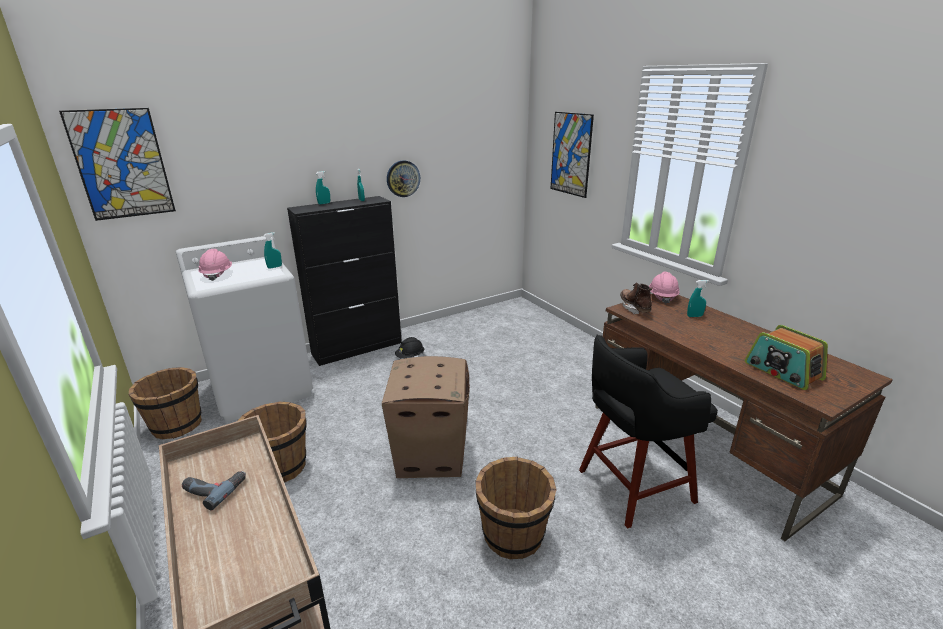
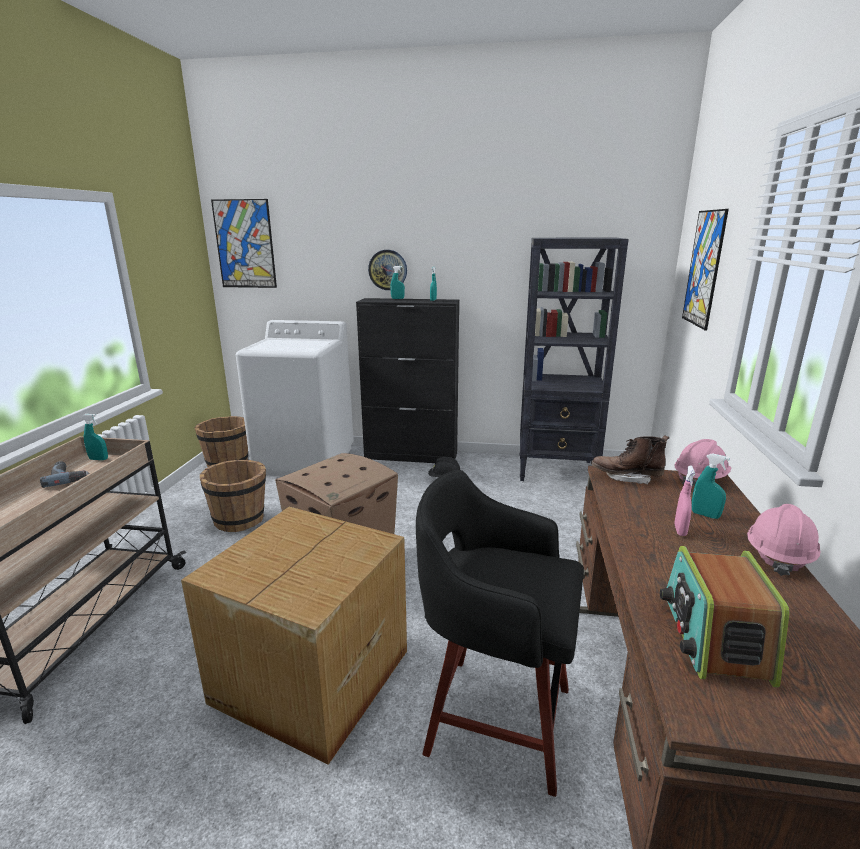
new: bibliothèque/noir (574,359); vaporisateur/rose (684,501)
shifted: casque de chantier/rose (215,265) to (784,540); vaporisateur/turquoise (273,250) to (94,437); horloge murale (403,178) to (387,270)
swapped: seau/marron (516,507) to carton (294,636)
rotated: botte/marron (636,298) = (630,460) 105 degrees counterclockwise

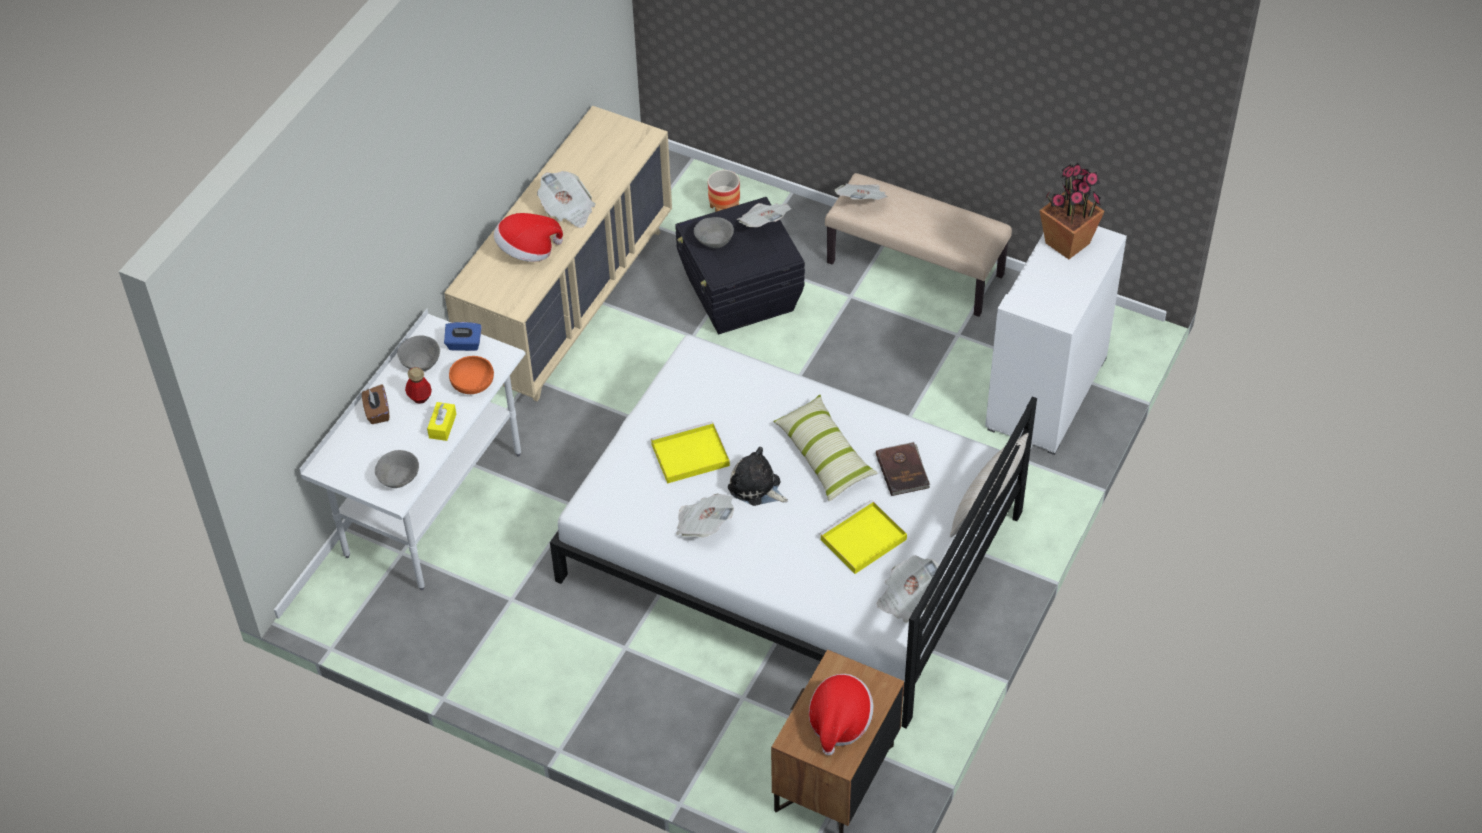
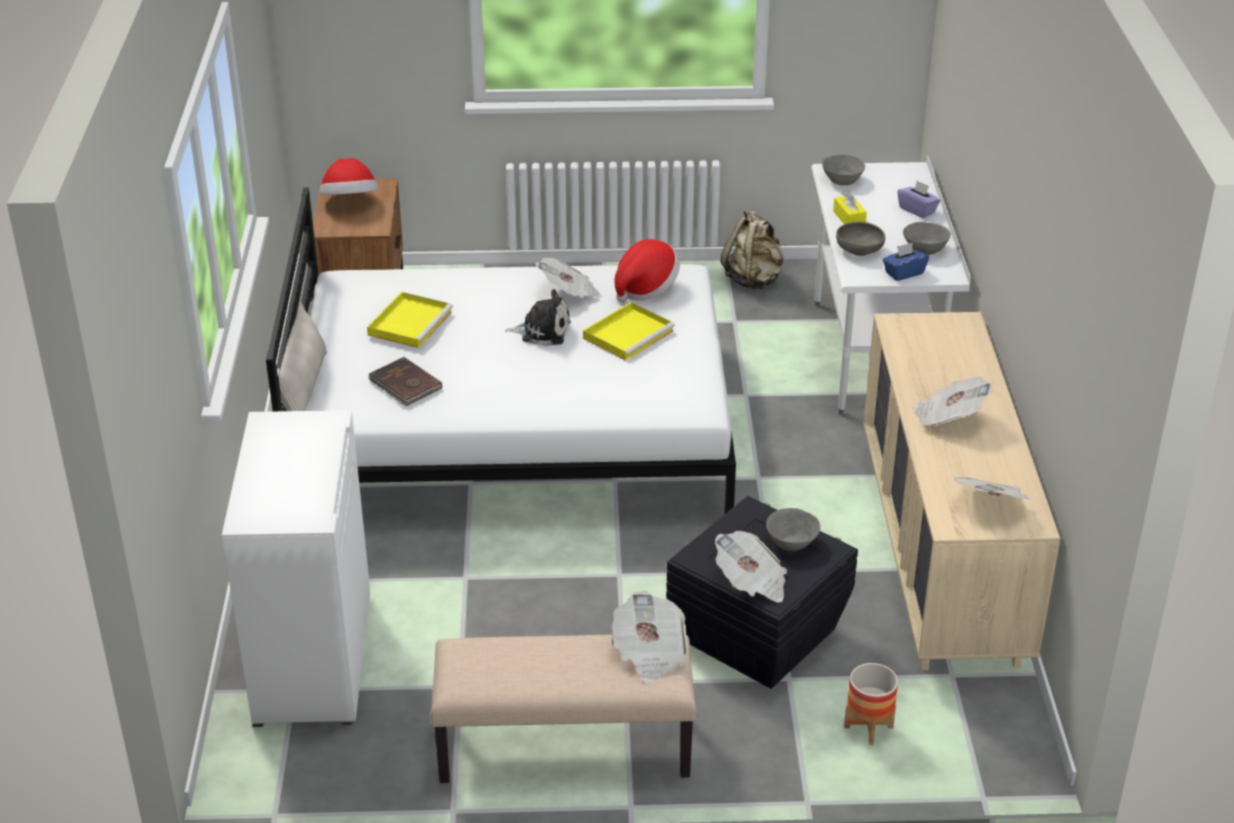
gone: bouteille (418,385); coussin (825,448); plante en pot (1072,211)
new: sac à dos/beige (752,249)
shifted: chapeau (528,237) to (647,270); journal (909,589) to (991,488)
repainted: boîte à mouchoirs/marron (376,404) to boîte à mouchoirs/violet (918,199); bol/orange (471,375) to bol/gris (860,239)

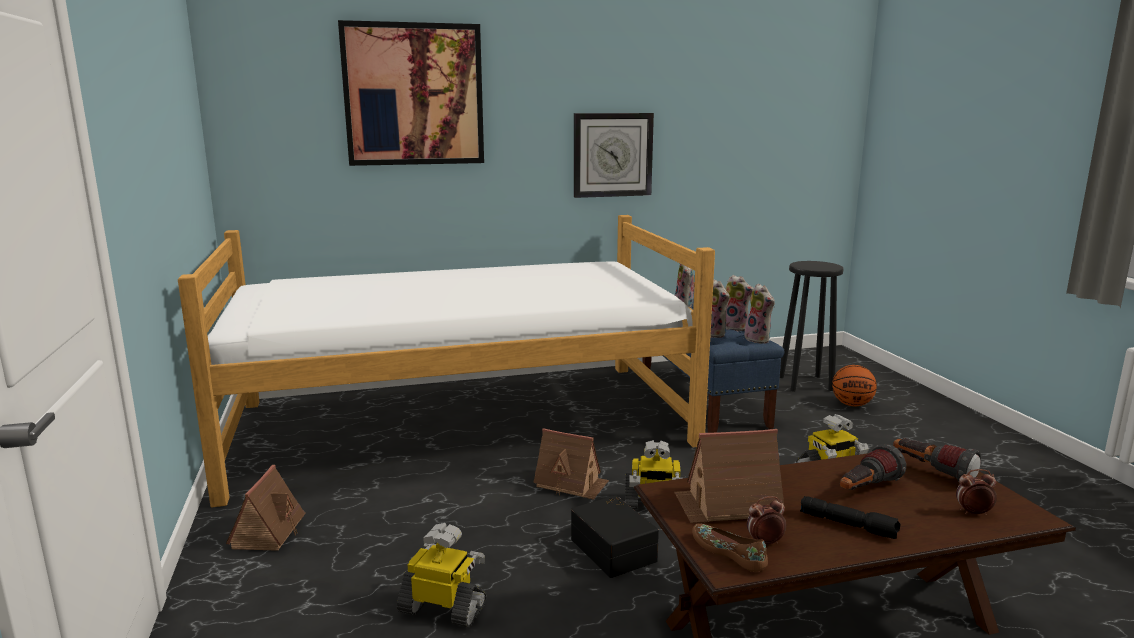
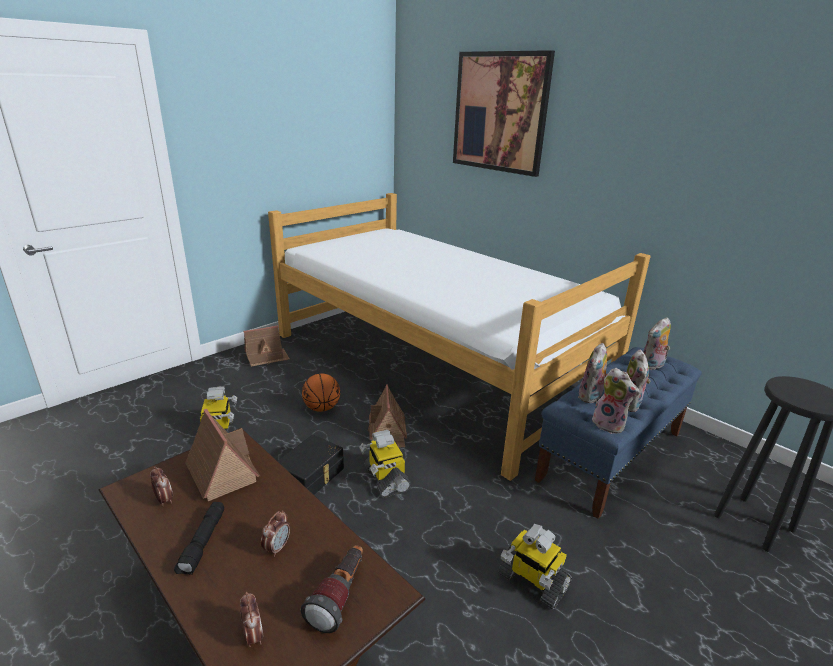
gone: horloge murale (614,155); chaussure/marron (730,548)
shifted: ballon de basket (854,385) to (321,392)
swapped: lampe de poche (873,467) to réveil (275,533)
rotated: peluche (759,314) = (616,401) 75 degrees counterclockwise

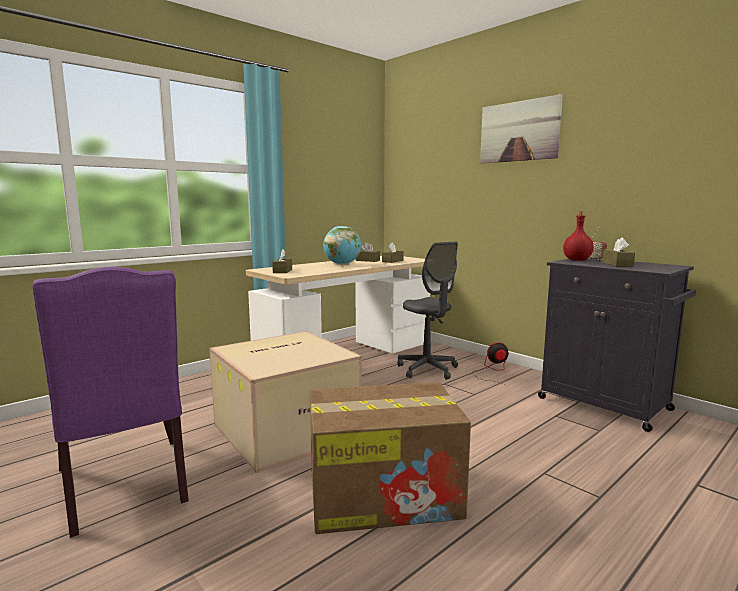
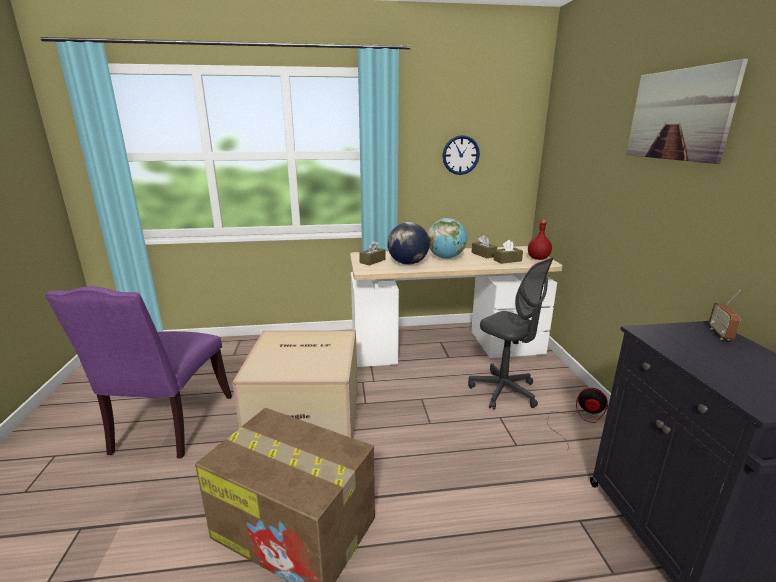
gone: boîte à mouchoirs/marron (619,252)
new: globe (408,243); horloge murale (461,155)
shifted: bouteille/rouge (578,236) to (540,239)
rotated: chaise de bureau/gris (427,311) = (511,333) 45 degrees counterclockwise

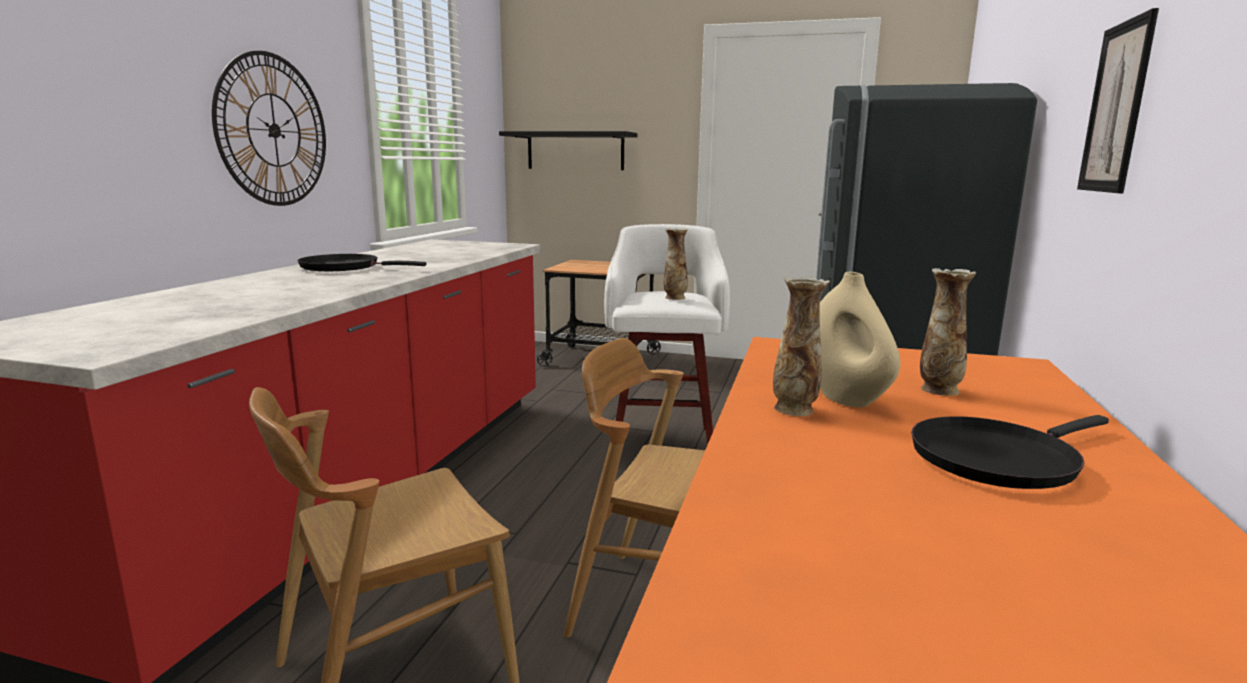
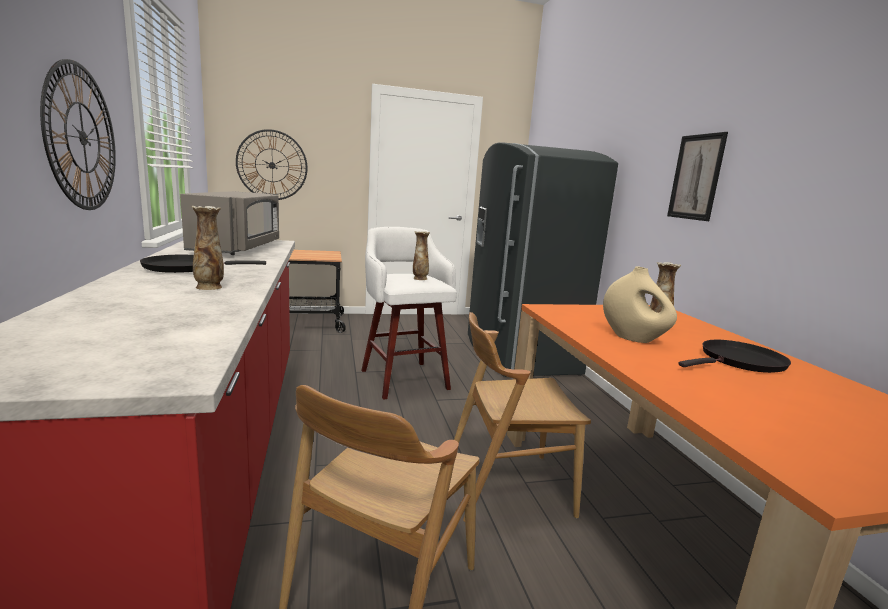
new: micro-ondes/gris (229,223)
shifted: vase (801,346) to (208,248)
swapped: étagère/noir (568,150) to horloge murale (272,164)
rotated: poêle/noir (1010,452) = (734,356) 150 degrees counterclockwise

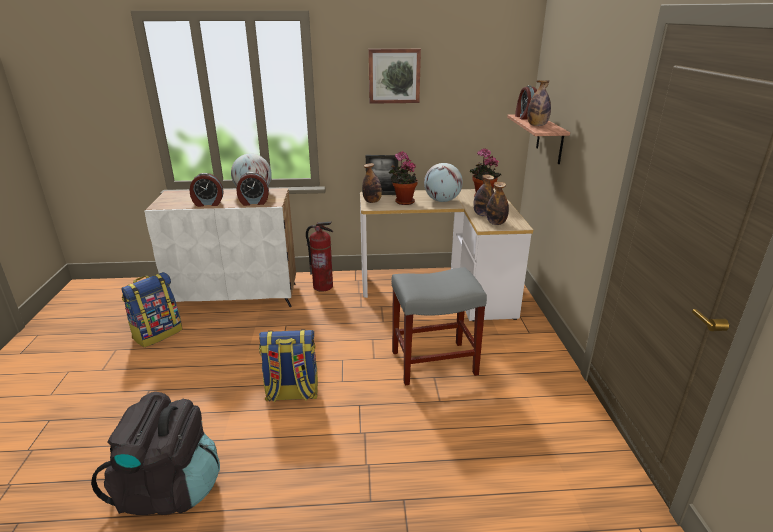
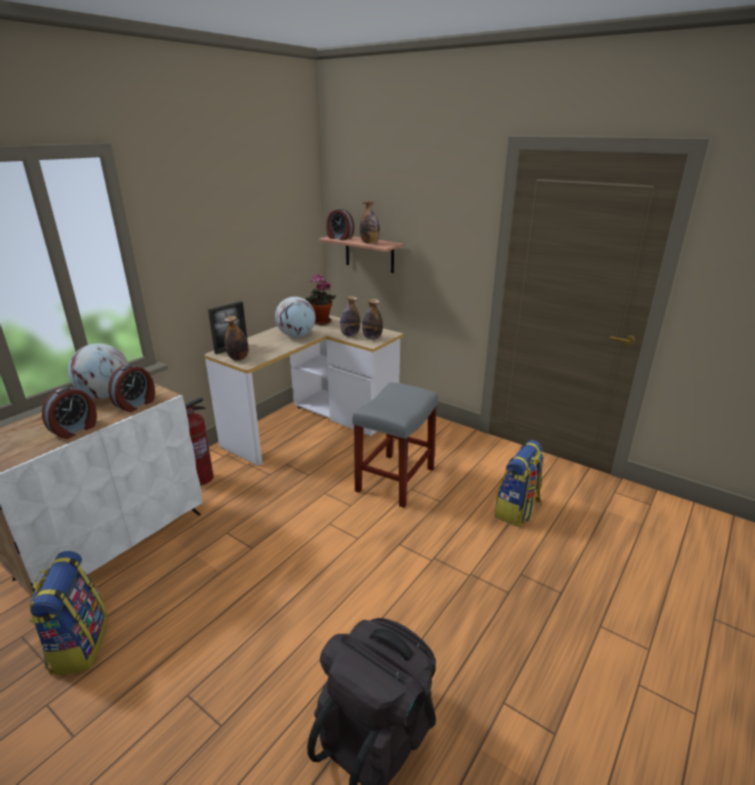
gone: tableau (394,76); plante en pot (403,178)
shifted: sac à dos (288,366) to (519,483)

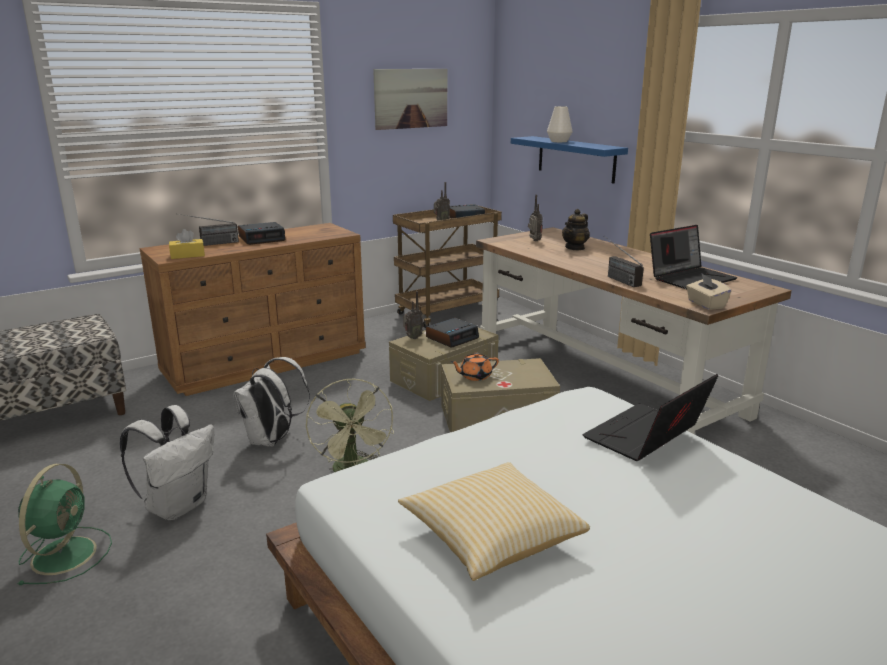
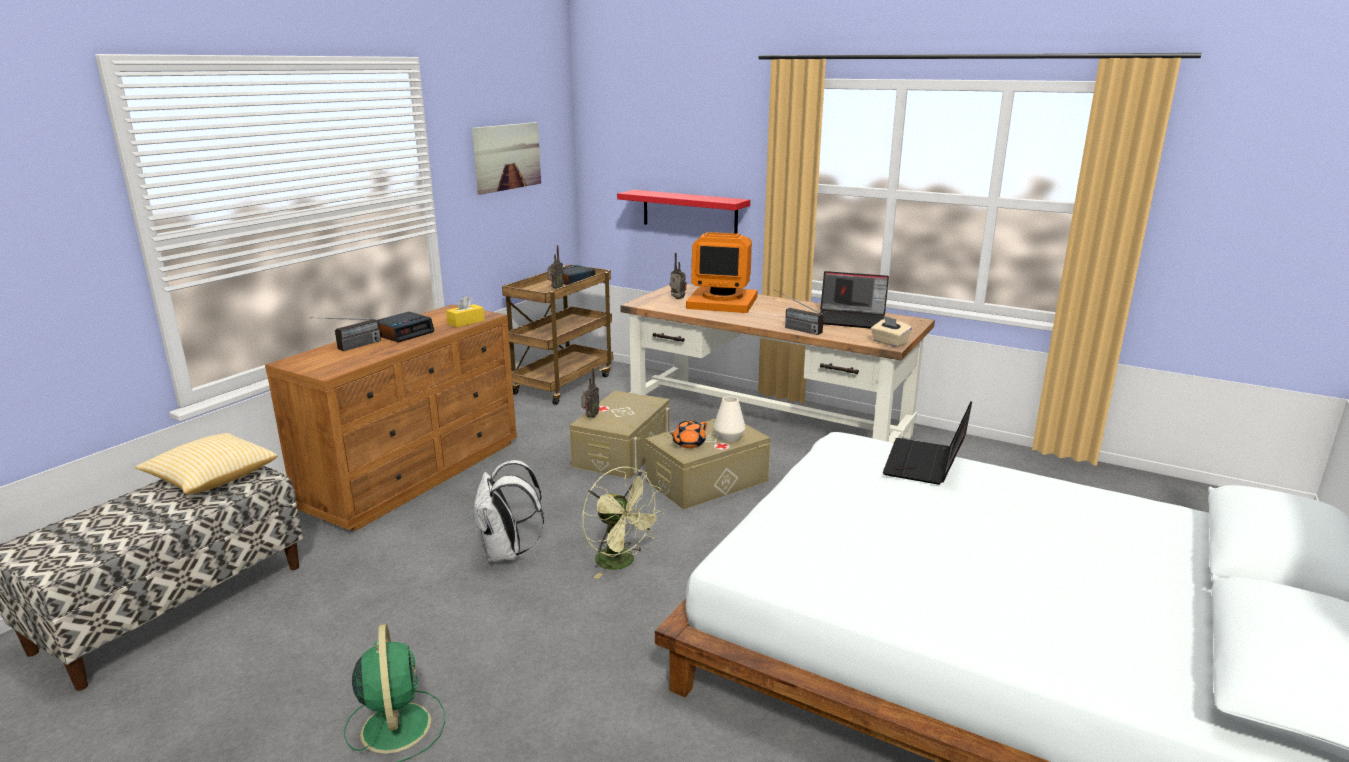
gone: sac à dos/blanc (167,462); réveil (452,333)
shifted: boîte à mouchoirs/jaune (187,244) to (465,311); coussin (494,521) to (206,463); vase/blanc (560,124) to (730,419)
swapped: théière (576,230) to écran d'ordinateur (722,272)
repainted: étagère/bleu (569,159) to étagère/rouge (683,212)
rotated: ordinateur portable (693,257) = (854,300) 75 degrees clockwise

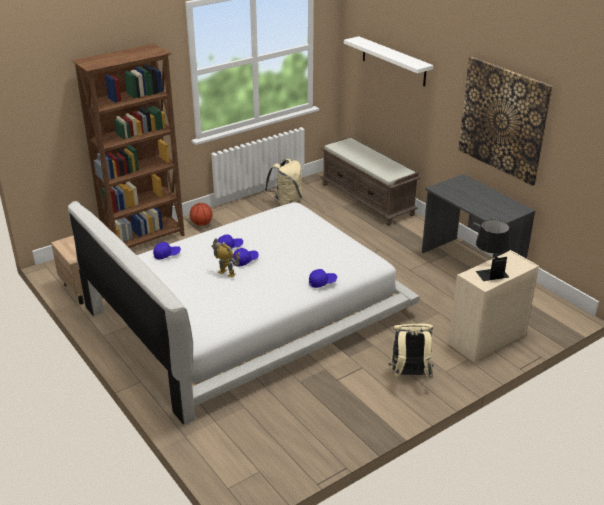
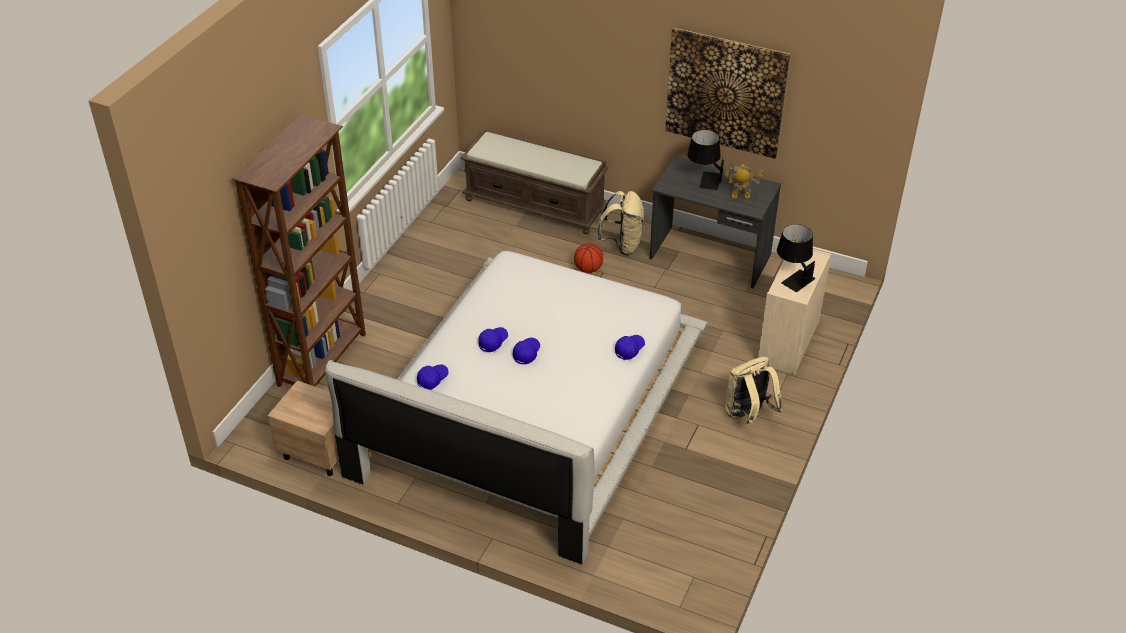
gone: étagère/blanc (389,61)
new: lampe de table/noir (706,160)
shifted: ballon de basket (201,214) to (588,258); robot jouet (226,257) to (743,180); sac à dos/beige (283,182) to (621,223)

